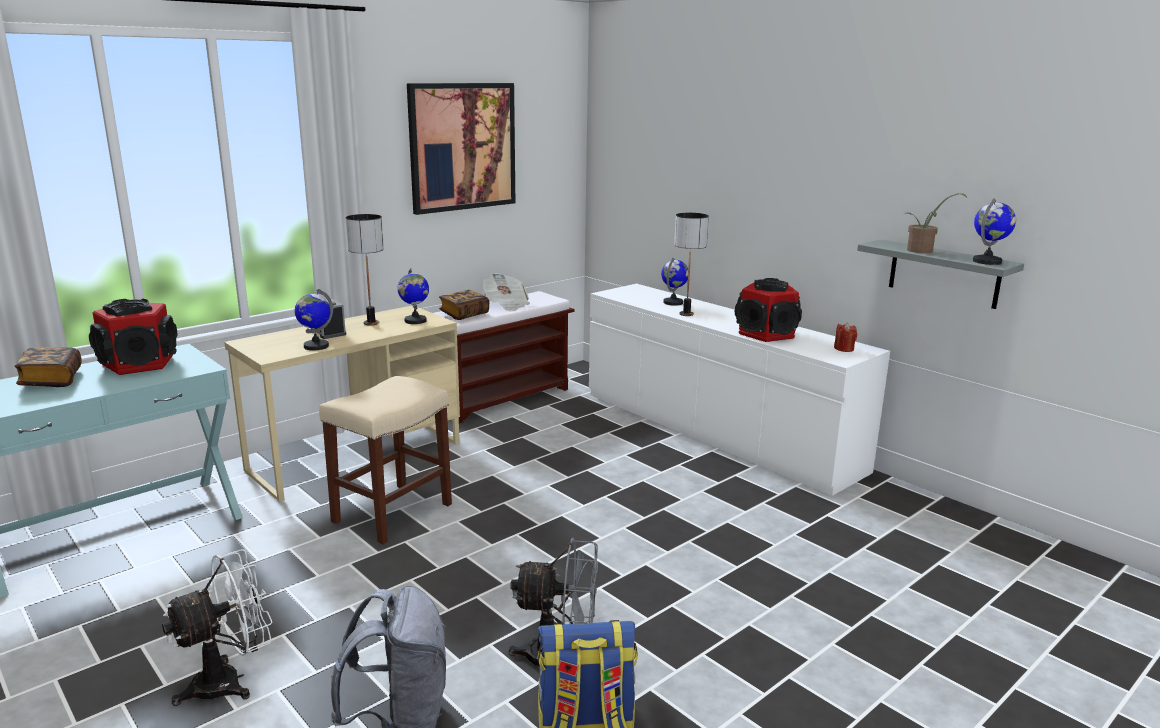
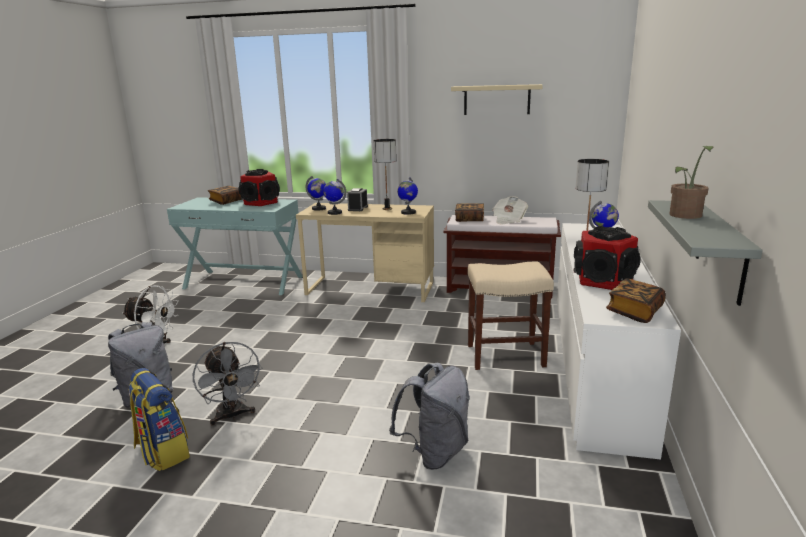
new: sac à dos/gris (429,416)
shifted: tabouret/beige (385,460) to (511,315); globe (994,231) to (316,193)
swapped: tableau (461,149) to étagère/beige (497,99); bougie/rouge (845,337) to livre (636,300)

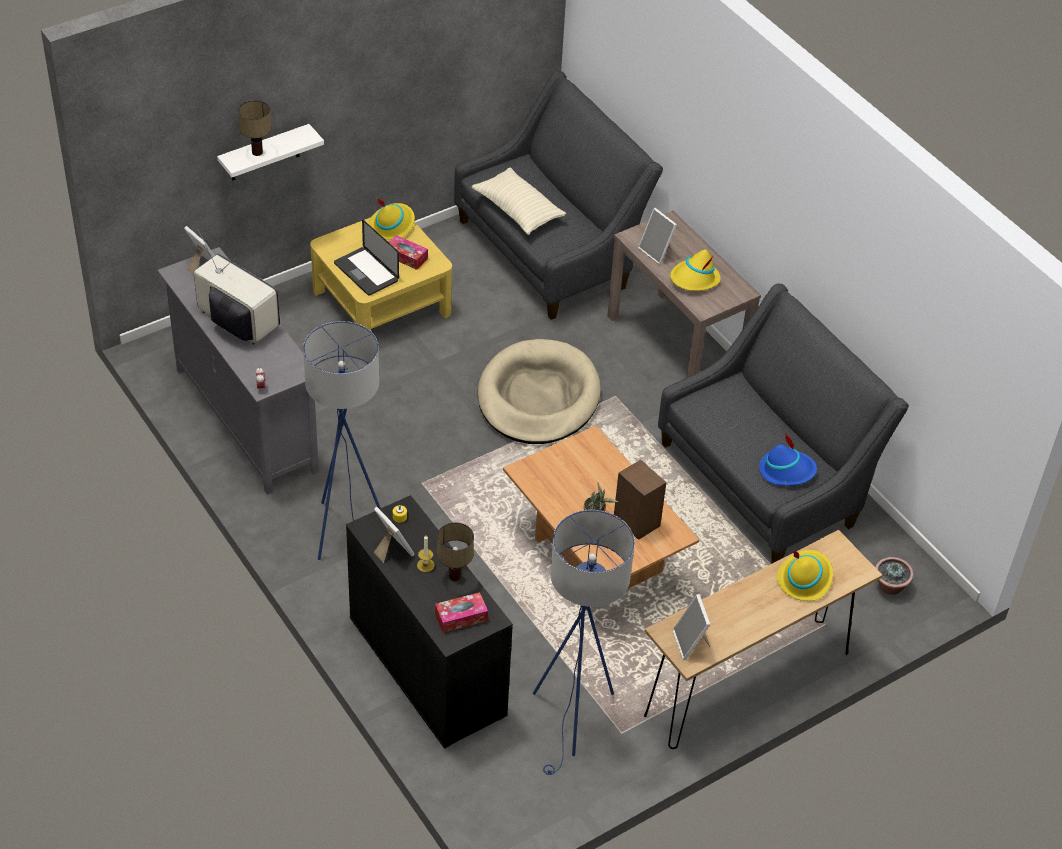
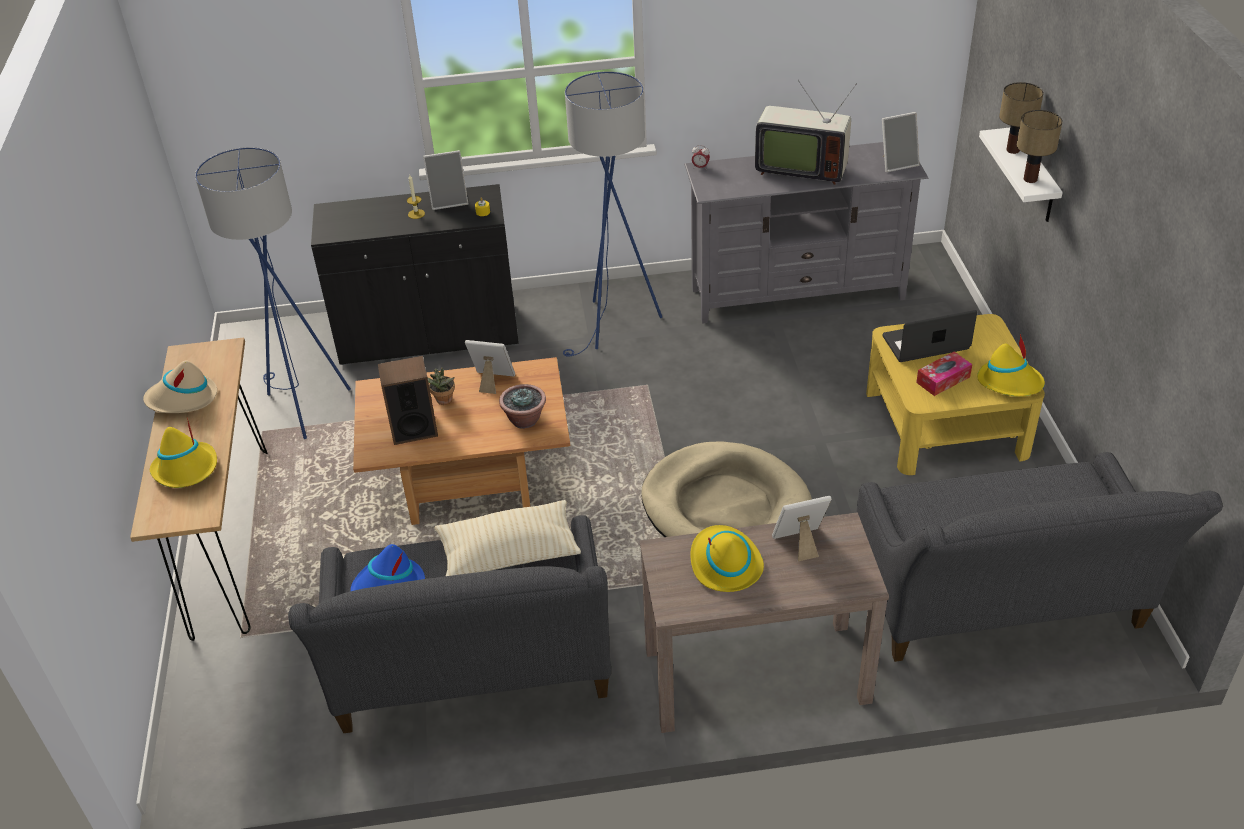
gone: boîte à mouchoirs (461,612)
new: chapeau/beige (180,387)
shifted: lampe de table (455,551) to (1040,146); coussin/beige (519,201) to (507,538); cadre photo (691,627) to (490,367); plante en pot (894,576) to (522,406)
rotated: téléviseur (237,286) = (805,132) 45 degrees clockwise

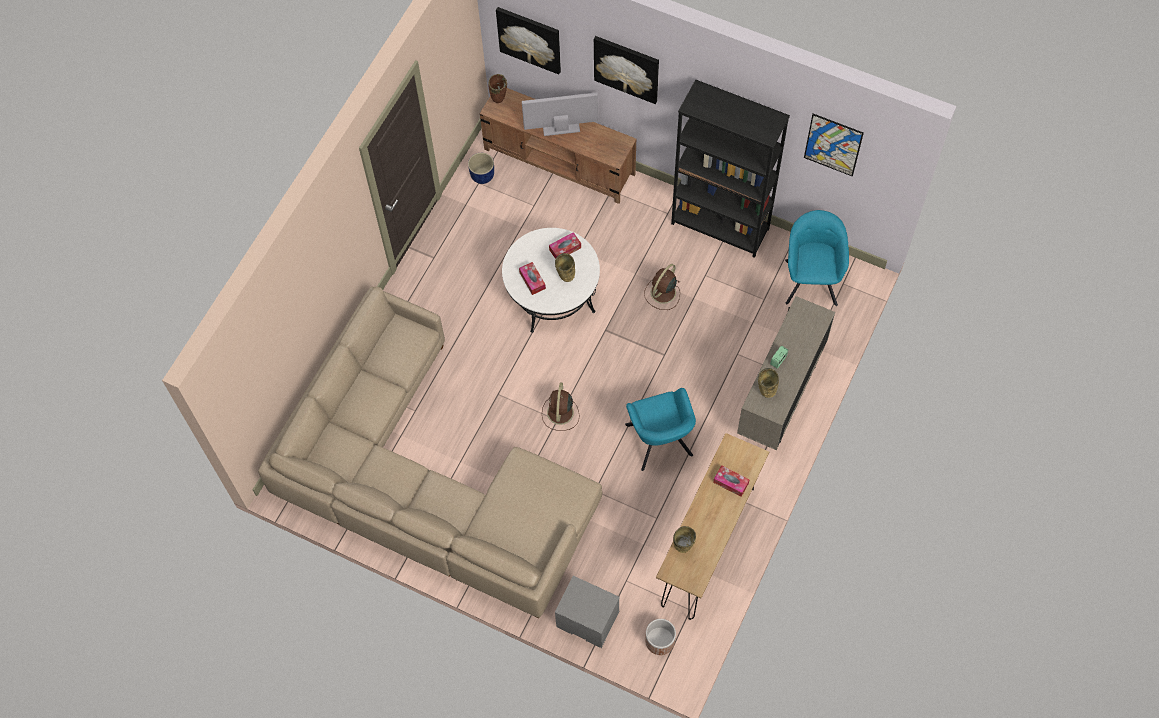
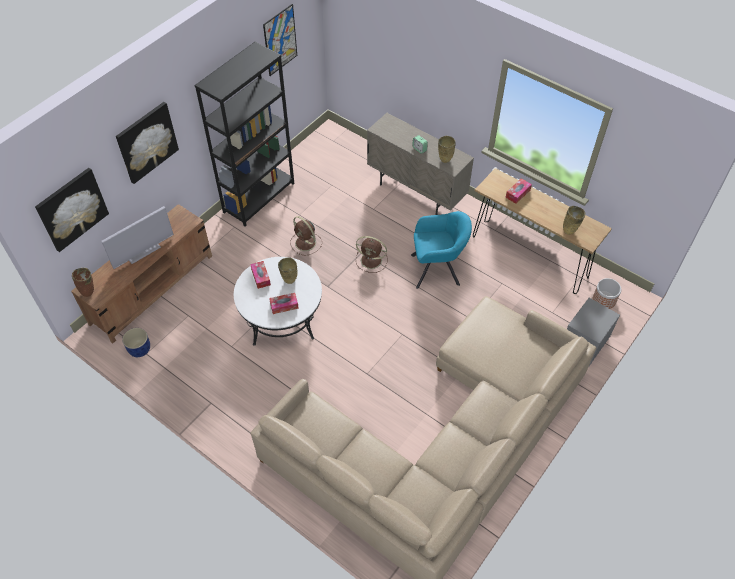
gone: fauteuil/turquoise (817,258)
shifted: ventilateur/marron (561,407) to (372,254)
rotated: téléviseur (560,114) = (138,237) 135 degrees counterclockwise

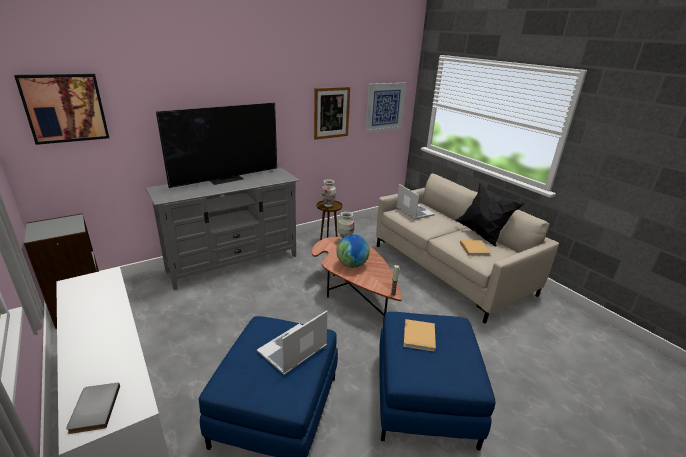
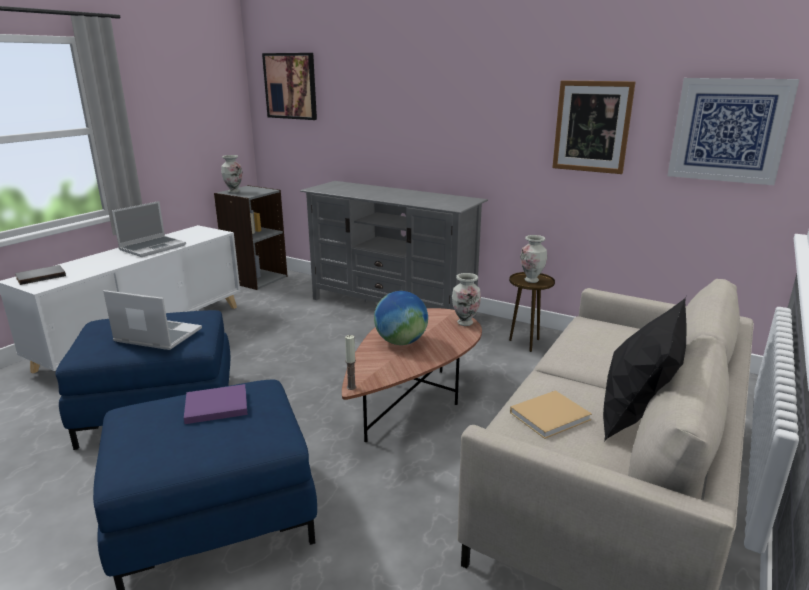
gone: téléviseur (216,145)
new: vase (231,174)
shifted: ordinateur portable (415,201) to (149,229)
repainted: livre/beige (420,335) to livre/violet (215,404)

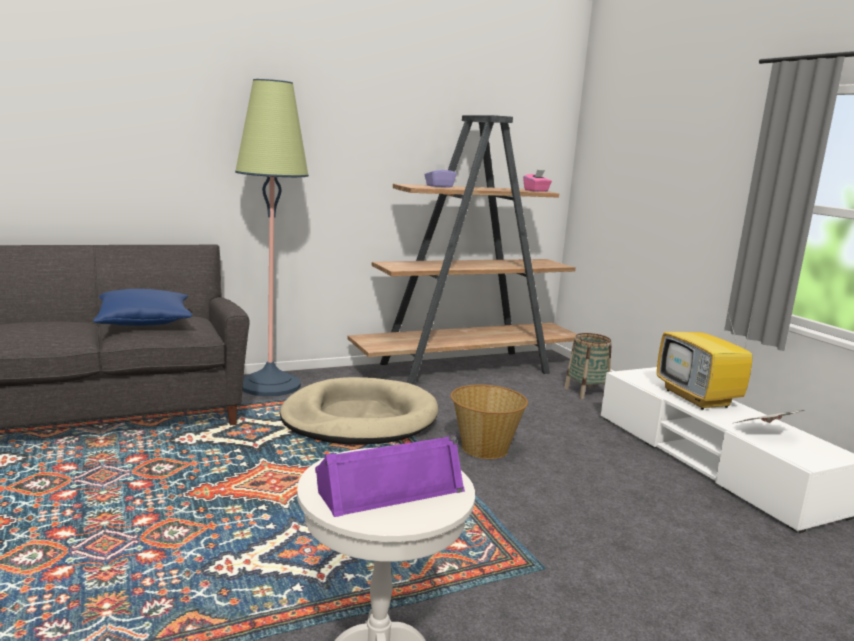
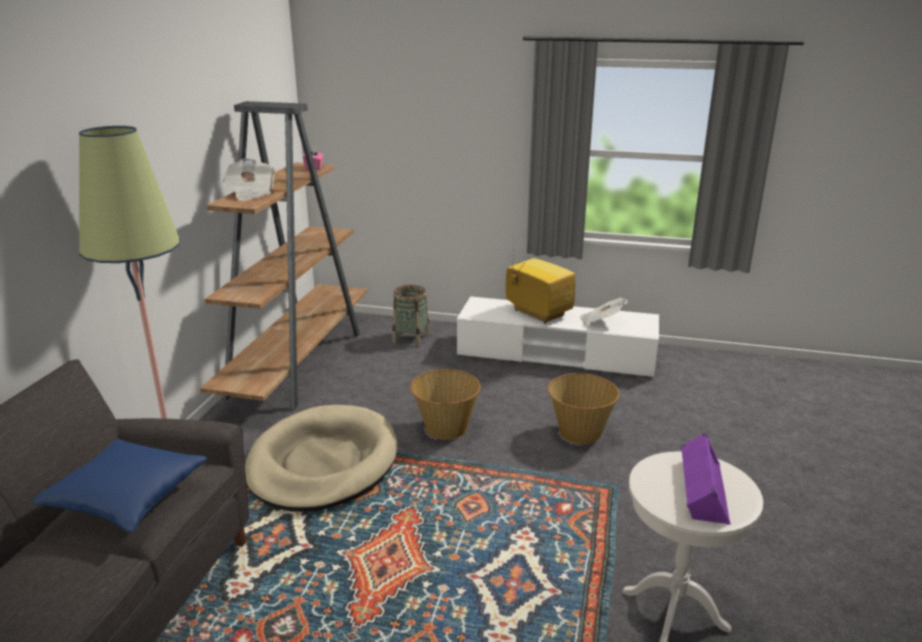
new: panier (583,408)
swapped: boîte à mouchoirs/violet (440,175) to journal (249,179)
rotated: téléviseur (705,357) = (541,281) 150 degrees counterclockwise

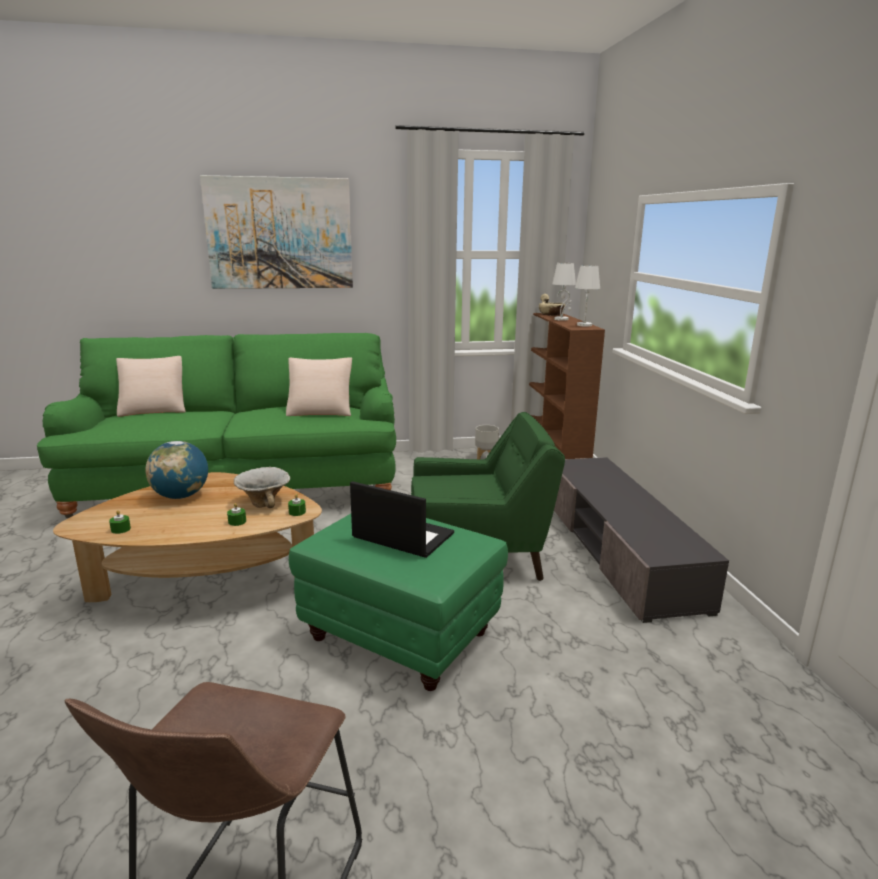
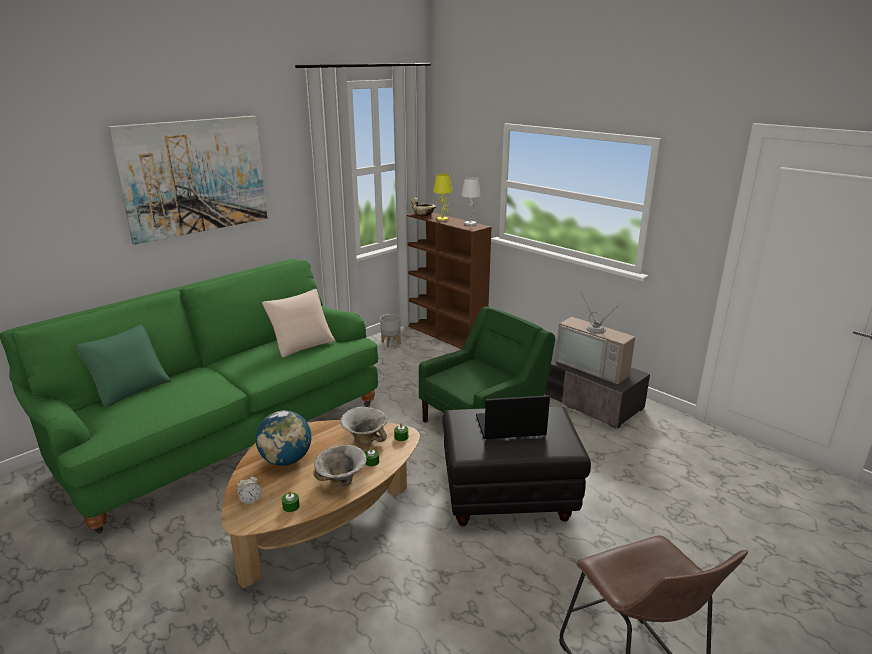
new: réveil (249,489); bol (340,466); téléviseur (595,337)
repainted: coussin/beige (151,386) to coussin/vert (123,366); pouf/vert (398,602) to pouf/noir (516,466); lampe de table/blanc (564,292) to lampe de table/jaune (442,197)

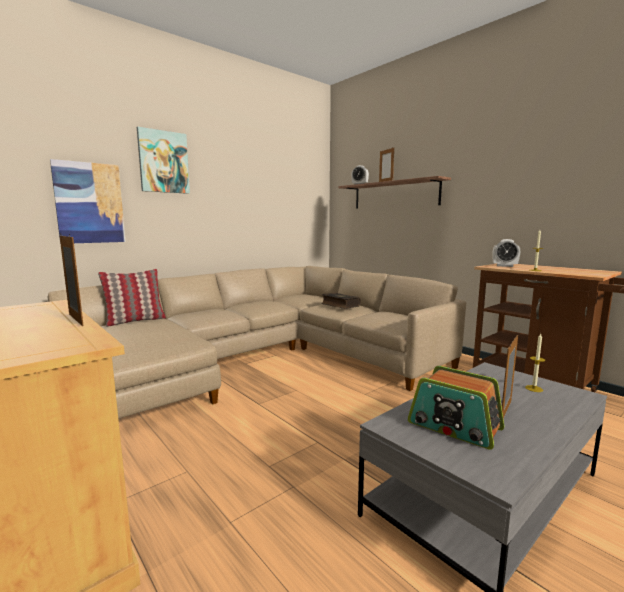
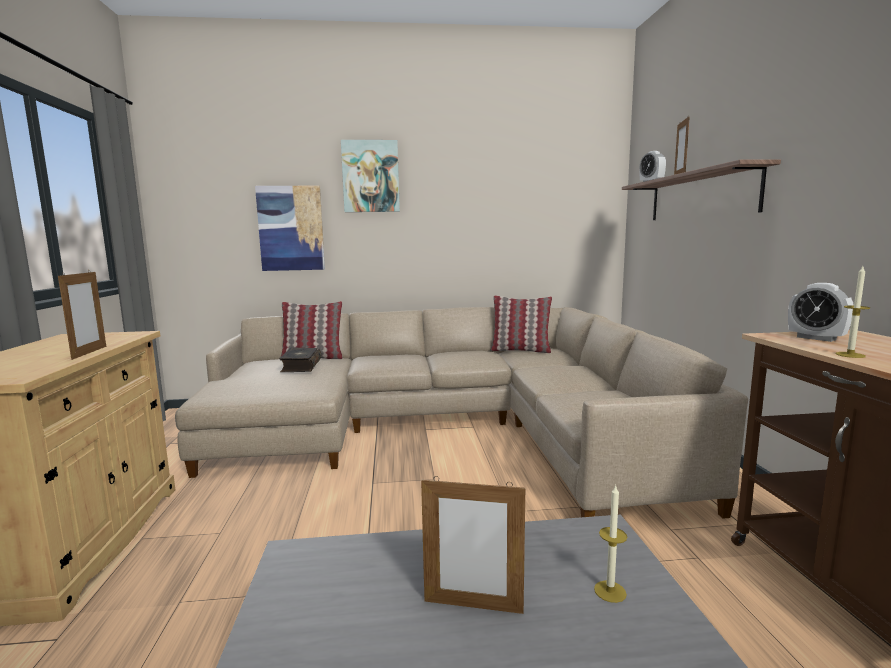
gone: radio (456,408)
new: coussin (521,324)
shifted: livre (341,301) to (300,359)
rotated: cadre photo (510,376) = (473,545) 150 degrees counterclockwise

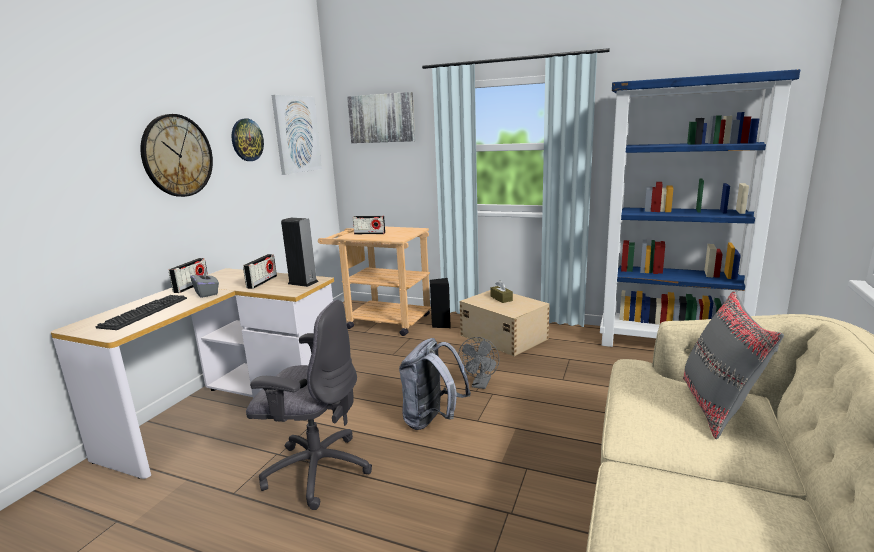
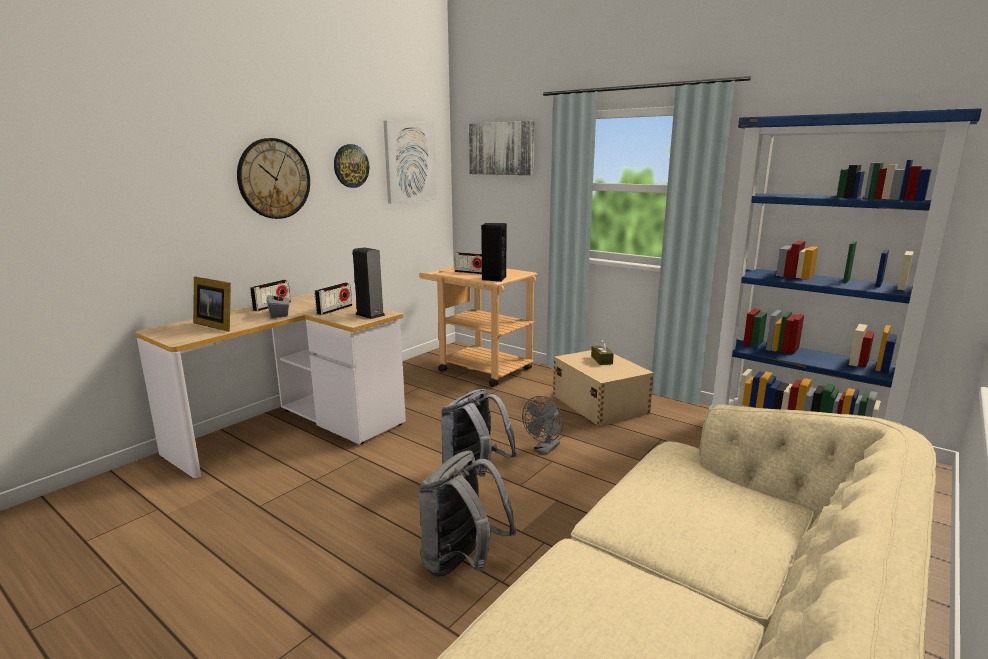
gone: chaise de bureau/gris (309,405); coussin/gris (733,365)
new: sac à dos/gris (467,513)
shifted: enceinte/noir (440,303) to (493,252)
swapped: clavier (141,312) to cadre photo (212,304)

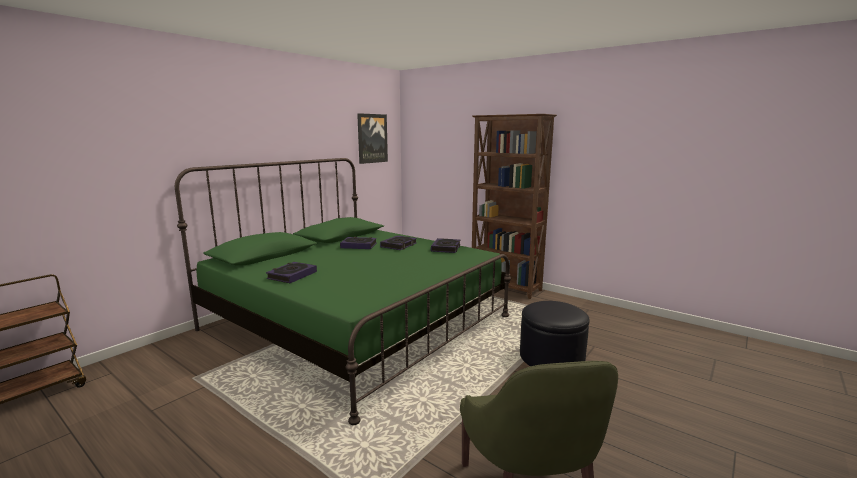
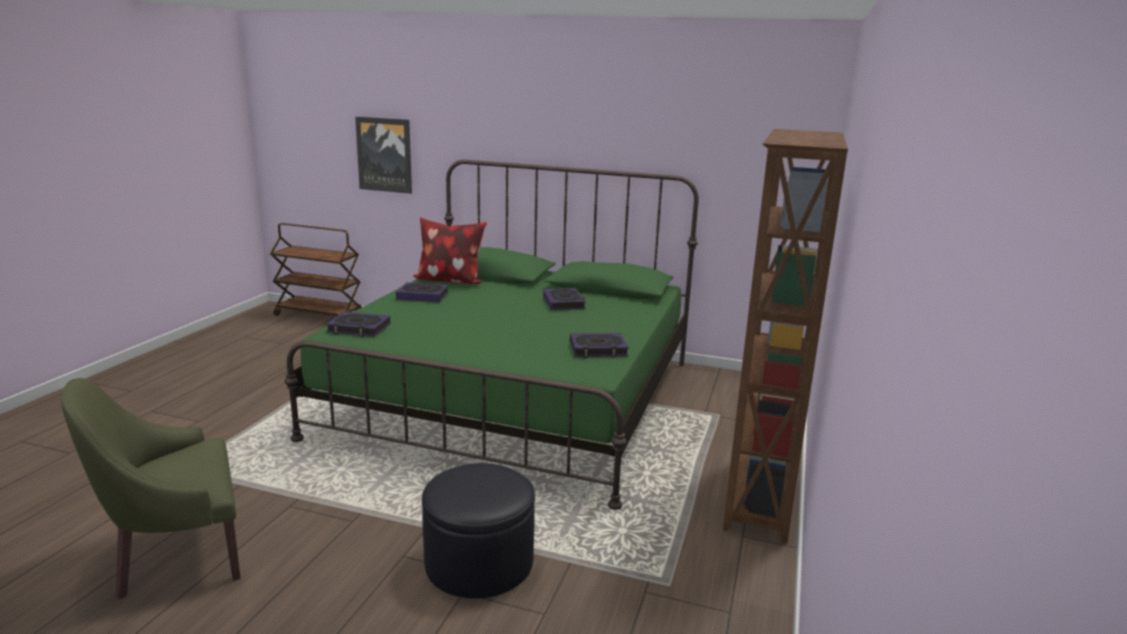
new: coussin (450,250)
shifted: tableau (372,138) to (383,155); livre (398,242) to (358,324)

